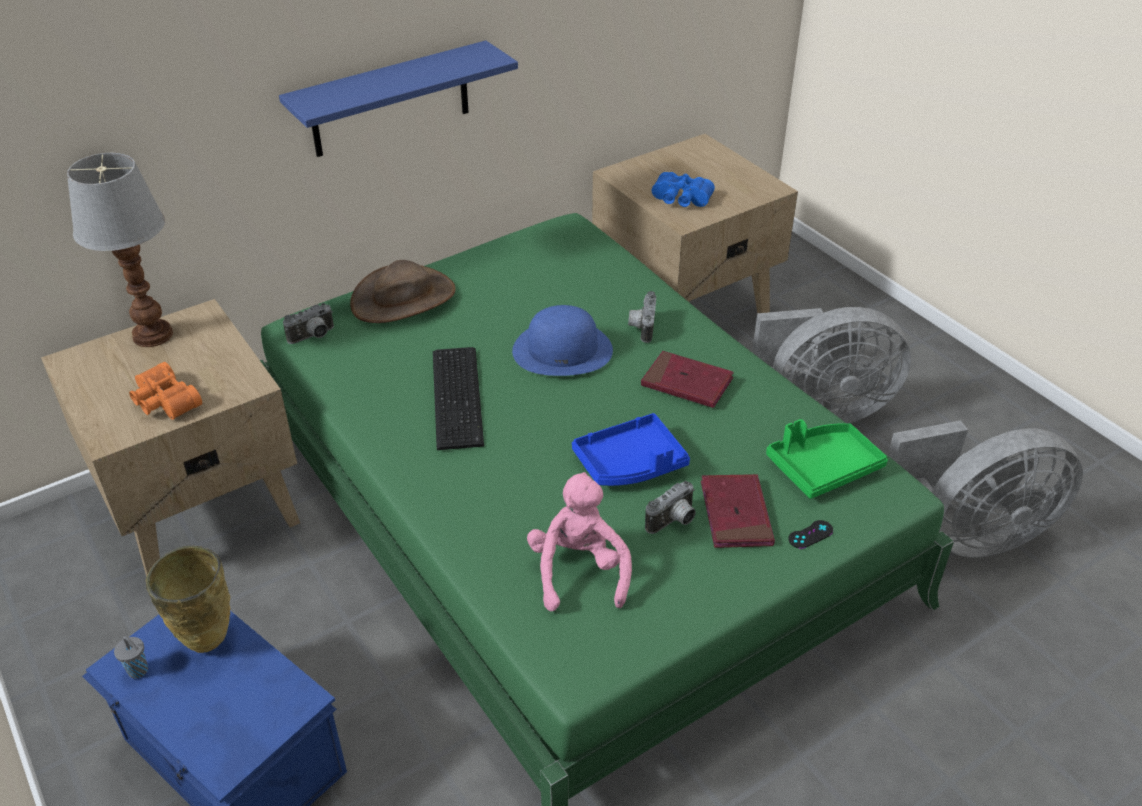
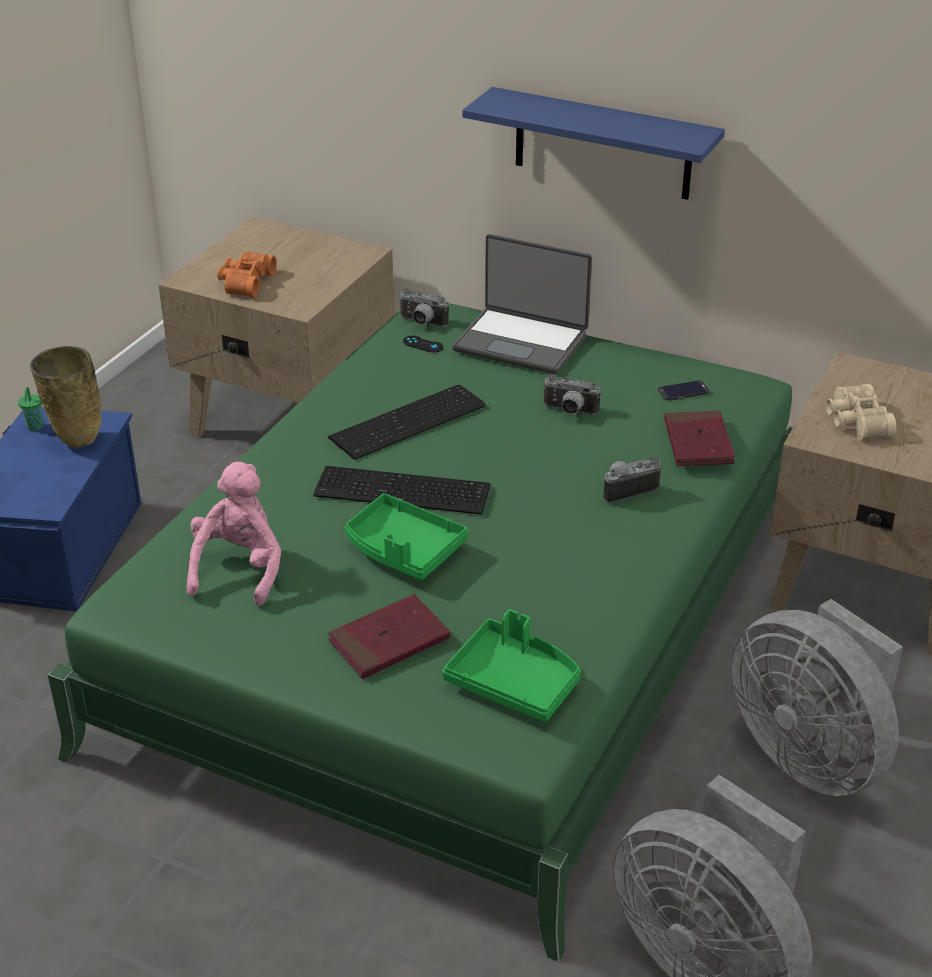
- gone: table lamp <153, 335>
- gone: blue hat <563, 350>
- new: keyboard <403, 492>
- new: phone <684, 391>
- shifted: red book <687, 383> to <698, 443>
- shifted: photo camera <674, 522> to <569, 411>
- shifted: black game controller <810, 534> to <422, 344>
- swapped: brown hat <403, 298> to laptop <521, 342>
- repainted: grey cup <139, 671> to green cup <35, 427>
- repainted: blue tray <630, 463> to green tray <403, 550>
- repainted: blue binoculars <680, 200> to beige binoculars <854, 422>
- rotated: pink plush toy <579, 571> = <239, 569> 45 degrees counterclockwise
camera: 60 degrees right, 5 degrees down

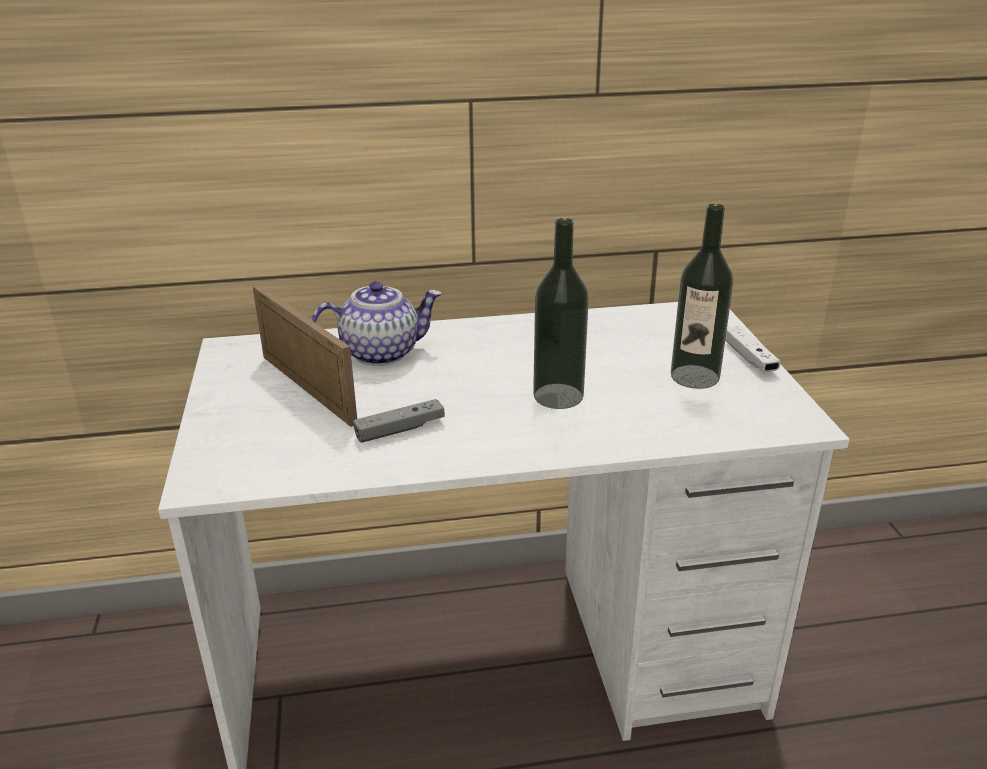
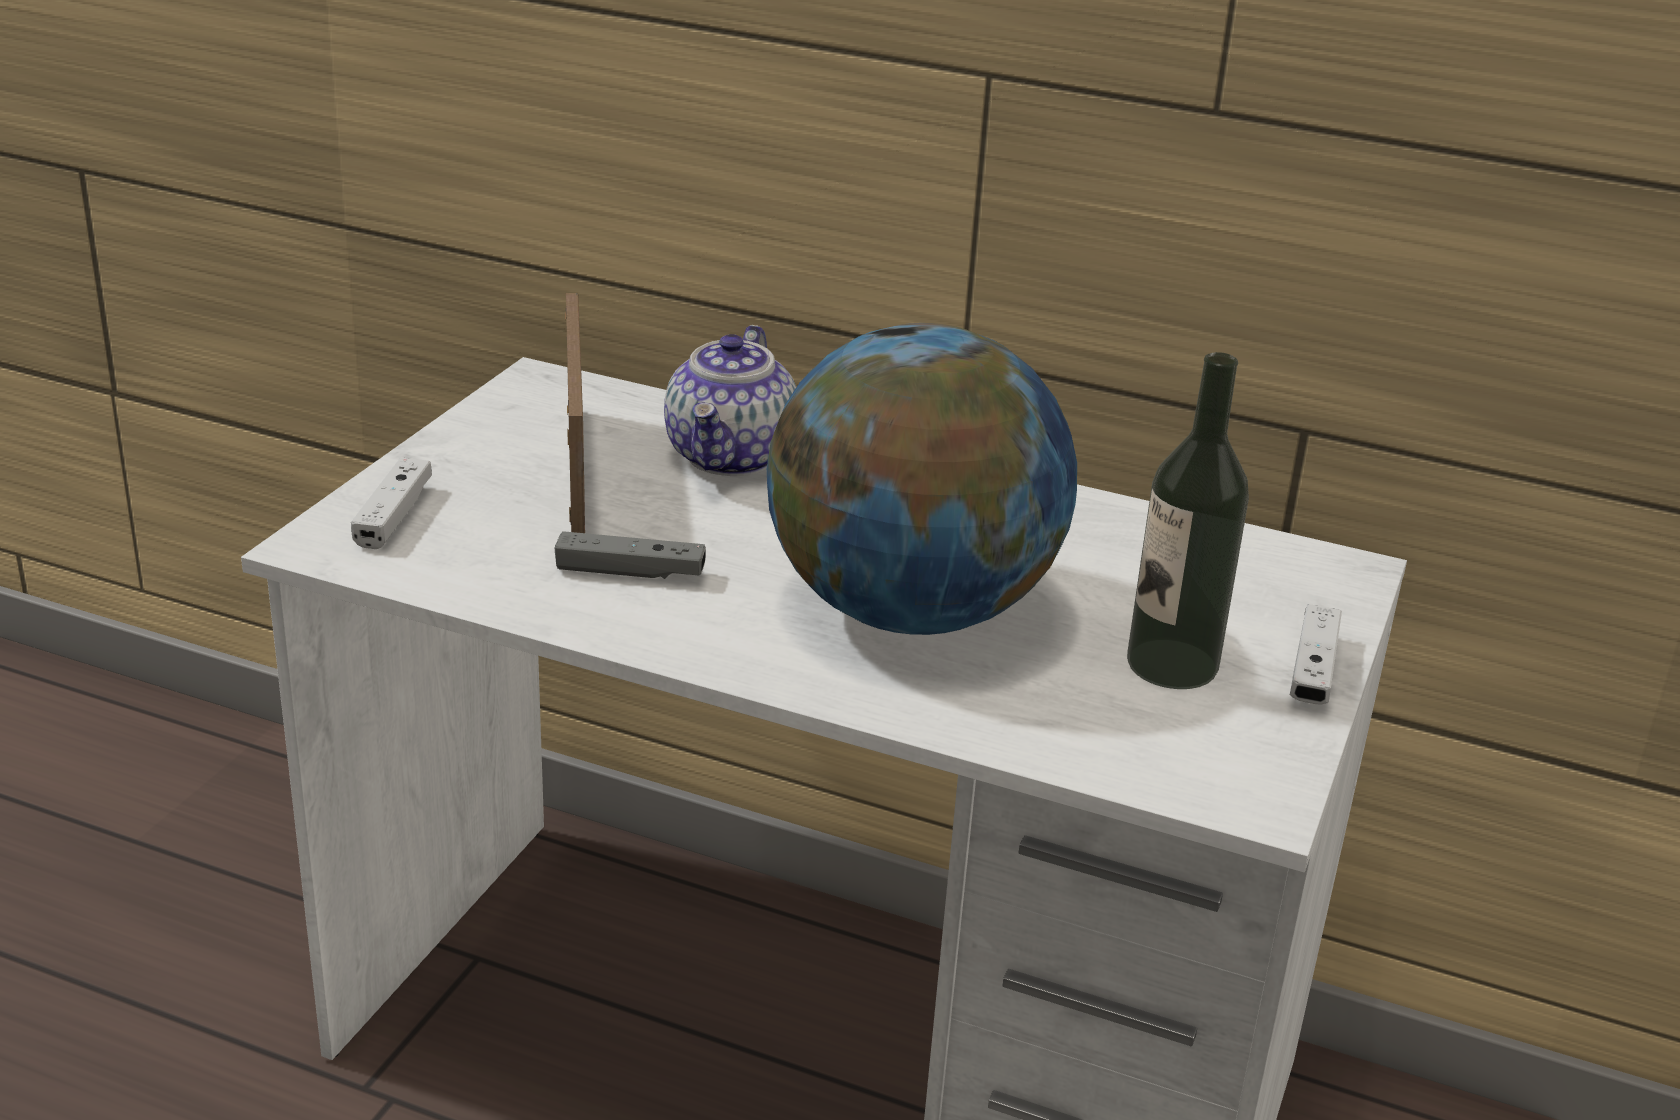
- new: white game controller <393, 516>
- swapped: bottle <558, 396> to globe <911, 611>
- rotated: teapot <381, 352> = <732, 457> 90 degrees clockwise
camera: 30 degrees right, 0 degrees up

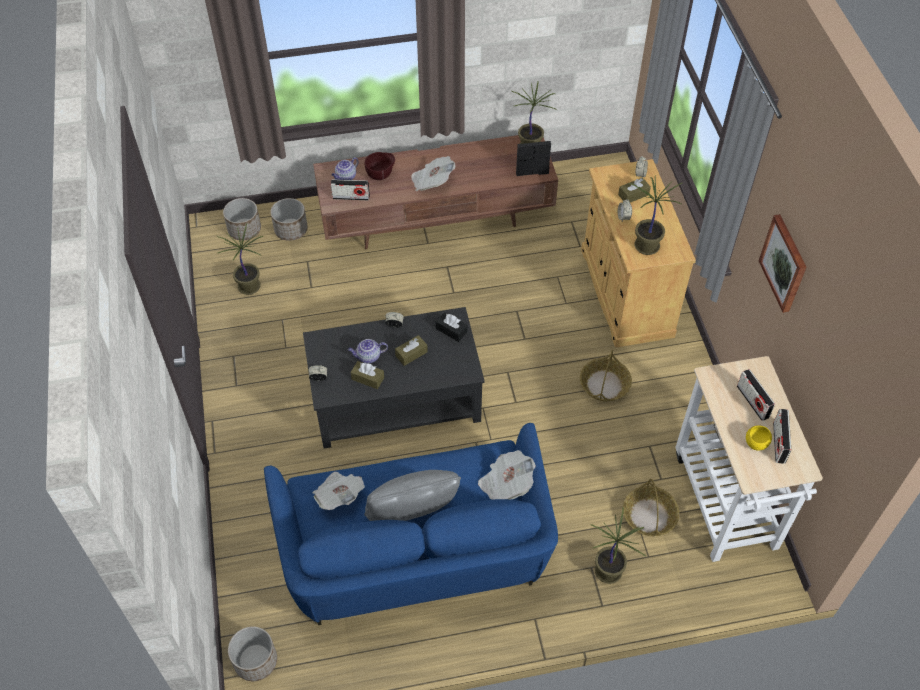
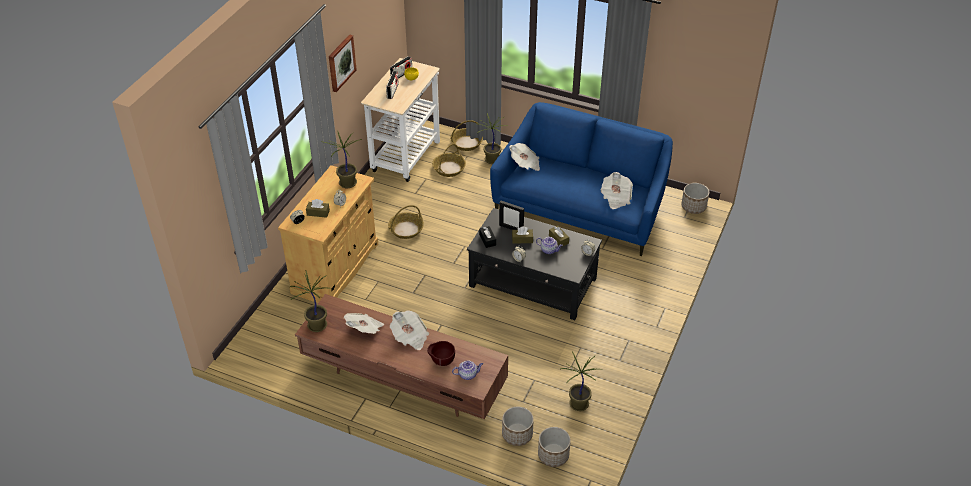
- gone: radio <351, 197>
- gone: grey pillow <412, 517>
- new: newspaper <365, 329>
- new: basket <467, 143>
- shifted: picture frame <532, 173> to <511, 228>
camera: 145 degrees left, 10 degrees down

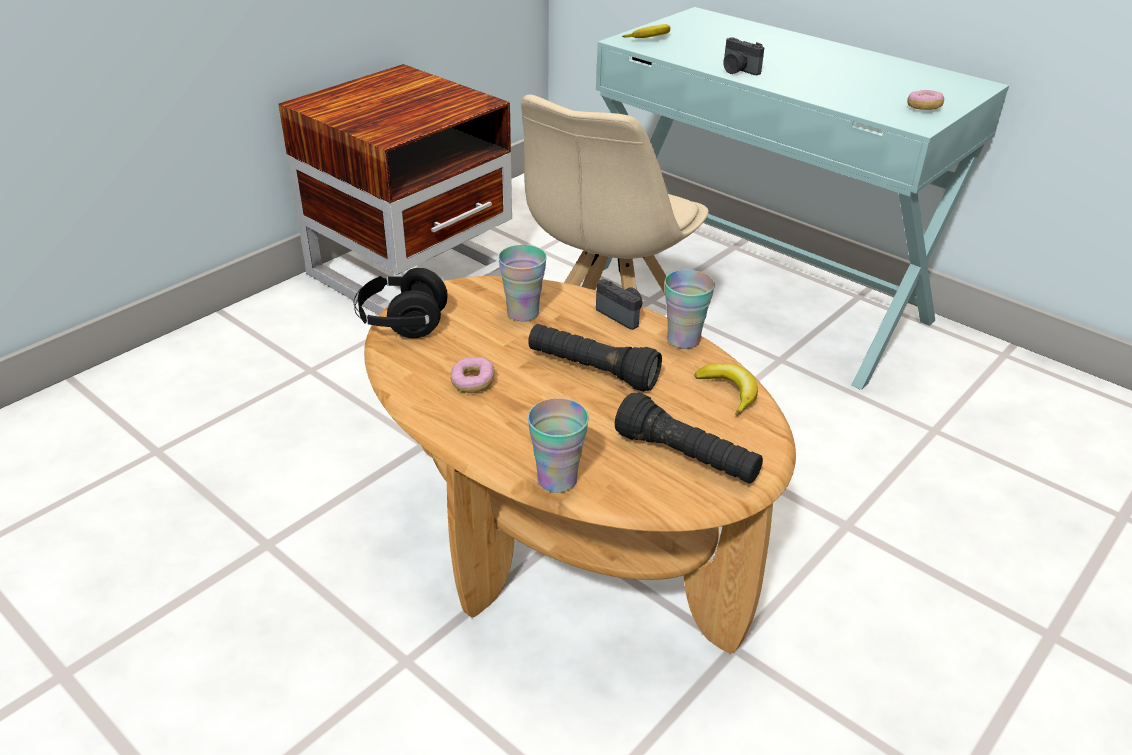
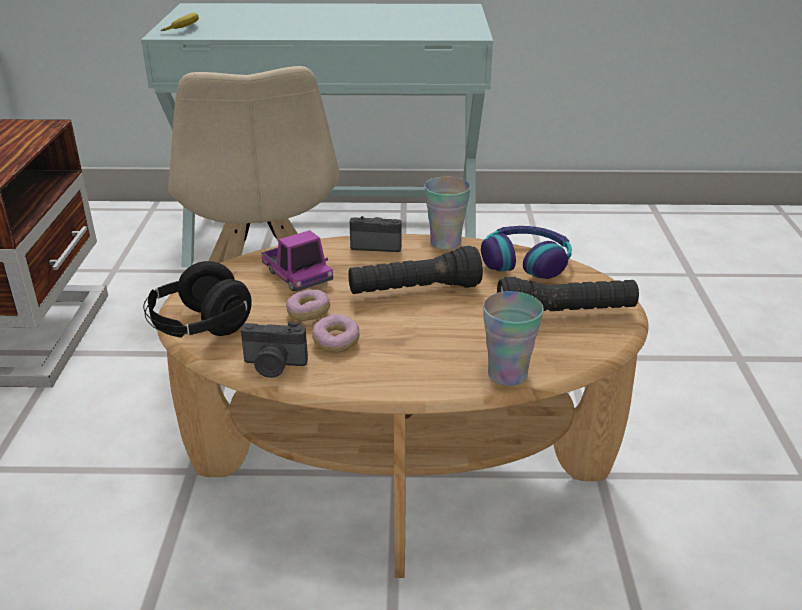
- shifted: photo camera <737, 70> to <274, 366>
- shifted: donut <923, 108> to <308, 313>
- swapped: cup <523, 313> to toy truck <297, 275>
- swapped: banana <729, 392> to headphones <526, 262>
camera: 40 degrees left, 5 degrees down

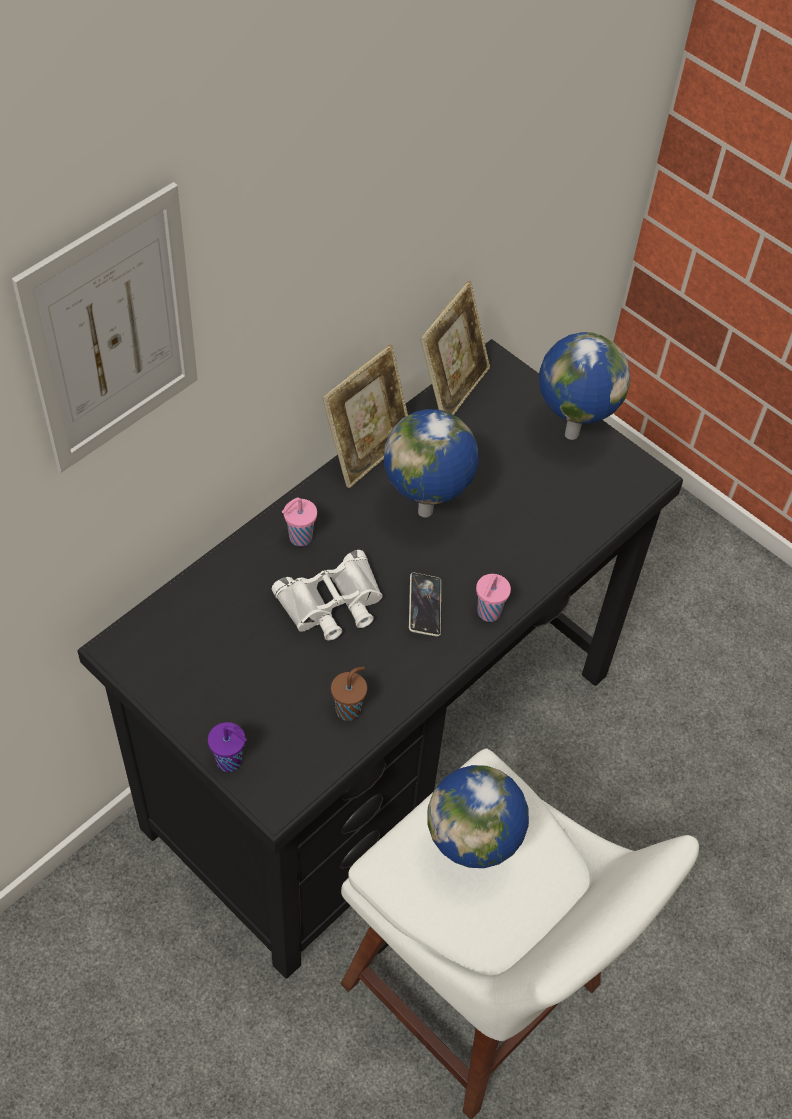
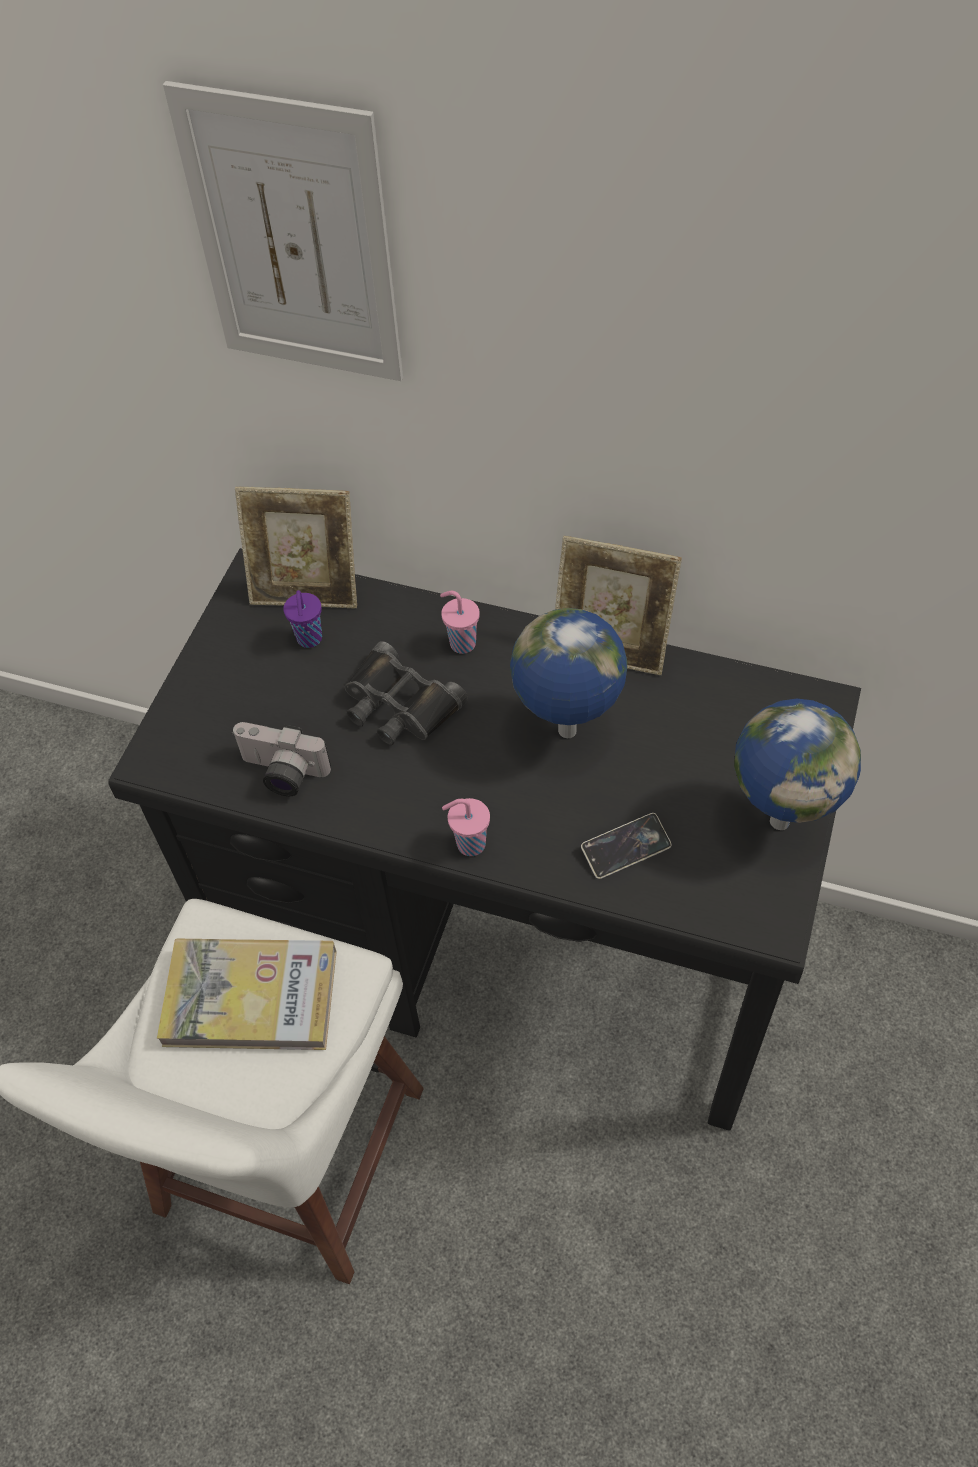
- shifted: purple cup <230, 761> to <309, 640>
- shifted: phone <425, 607> to <626, 849>
- shifted: picture frame <452, 388> to <307, 590>
- swapped: brown cup <349, 709> to photo camera <281, 774>
- swapped: globe <471, 855> to book <251, 997>
- repainted: white binoculars <332, 603> to black binoculars <399, 705>
camera: 70 degrees right, 0 degrees up

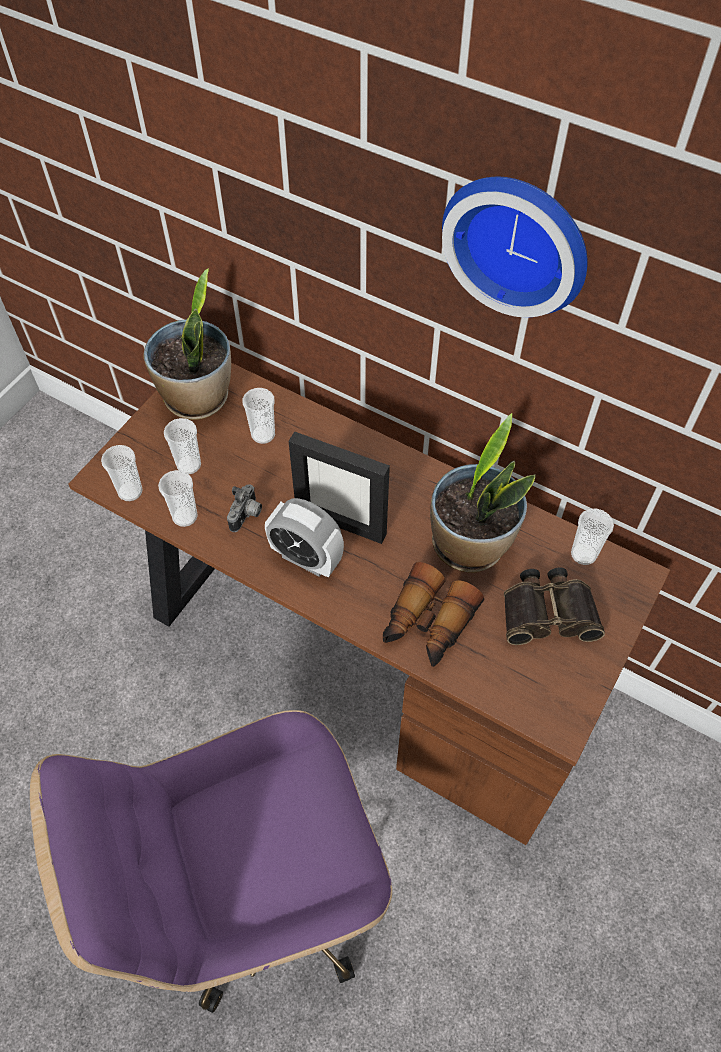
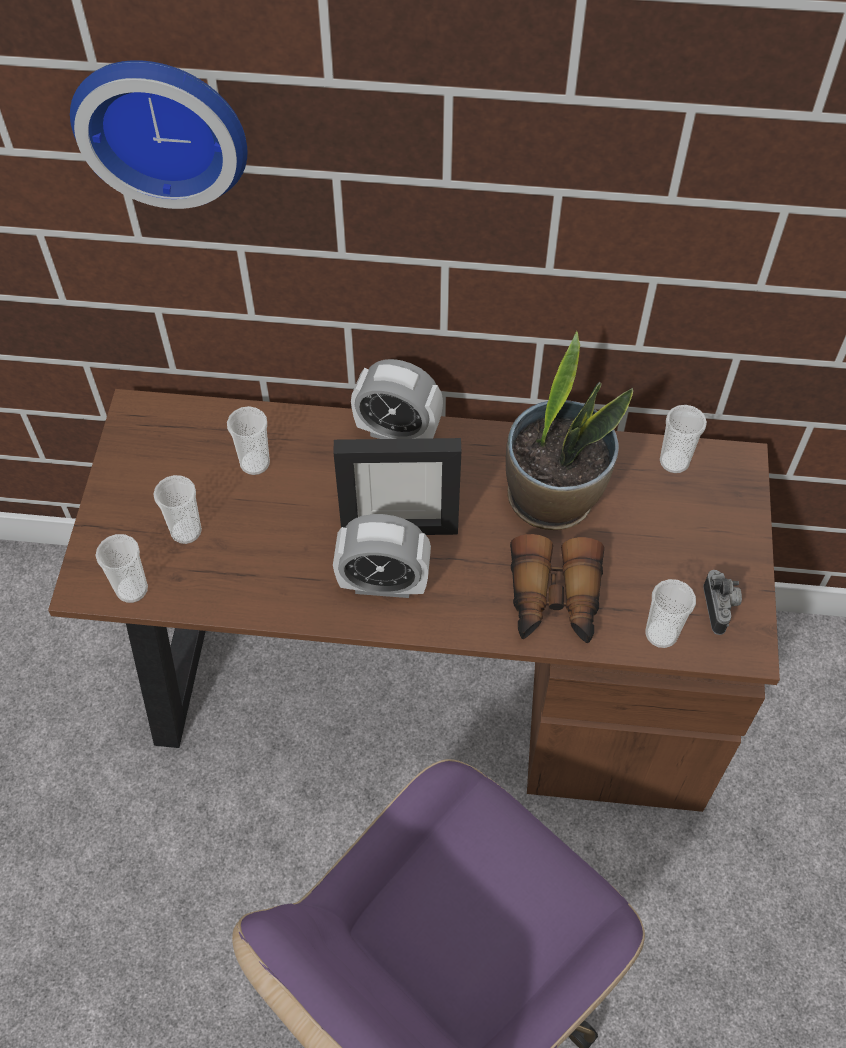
- gone: potted plant <198, 398>
- gone: binoculars <548, 611>
- new: alarm clock <397, 432>
- shifted: cup <185, 516> to <661, 634>
- shifted: photo camera <247, 516> to <720, 608>
- shifted: wall clock <519, 240> to <163, 125>
camera: 25 degrees left, 0 degrees up

